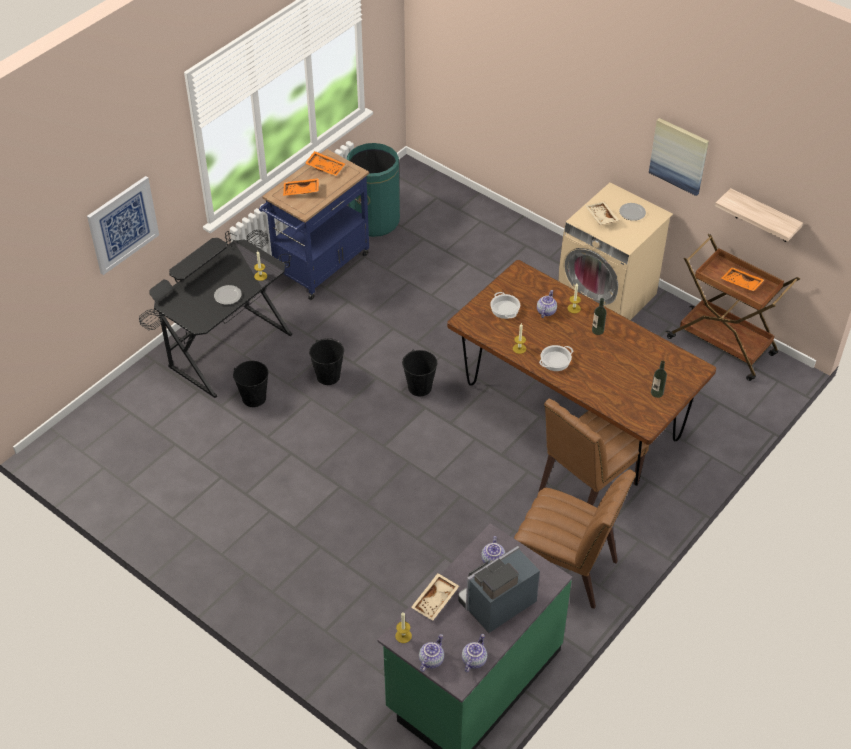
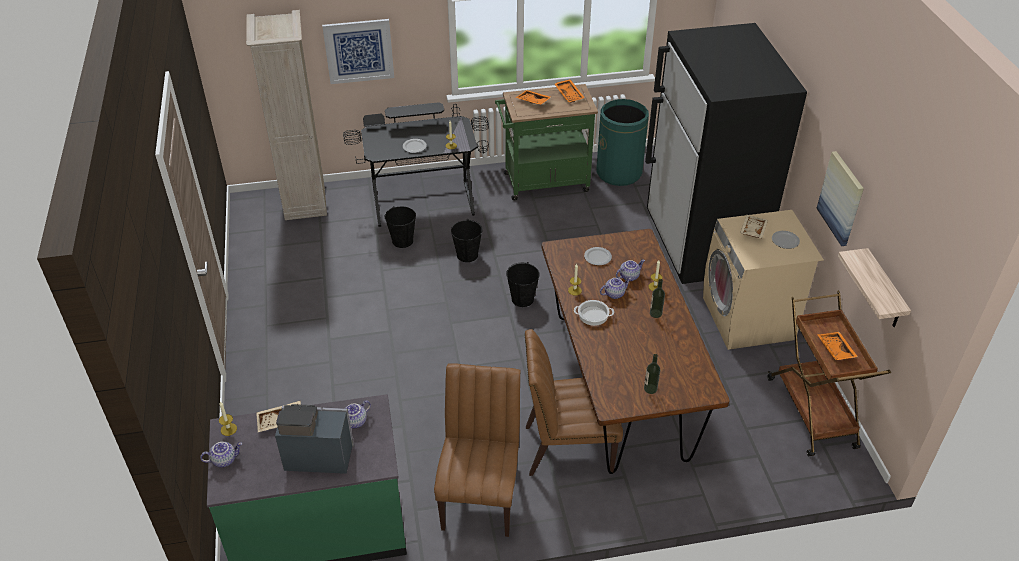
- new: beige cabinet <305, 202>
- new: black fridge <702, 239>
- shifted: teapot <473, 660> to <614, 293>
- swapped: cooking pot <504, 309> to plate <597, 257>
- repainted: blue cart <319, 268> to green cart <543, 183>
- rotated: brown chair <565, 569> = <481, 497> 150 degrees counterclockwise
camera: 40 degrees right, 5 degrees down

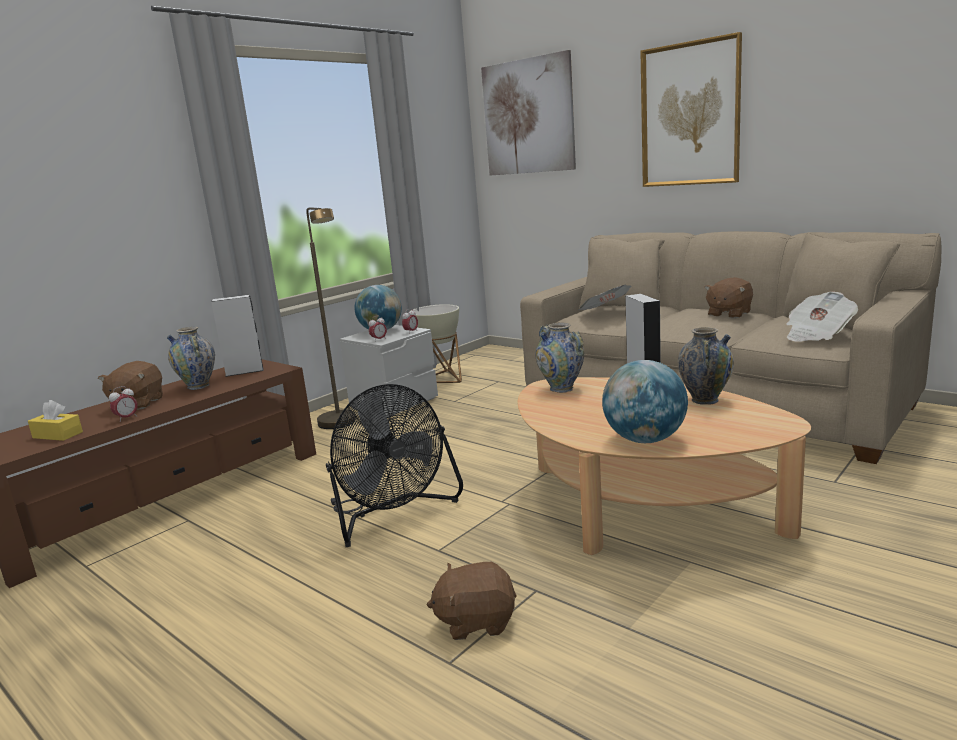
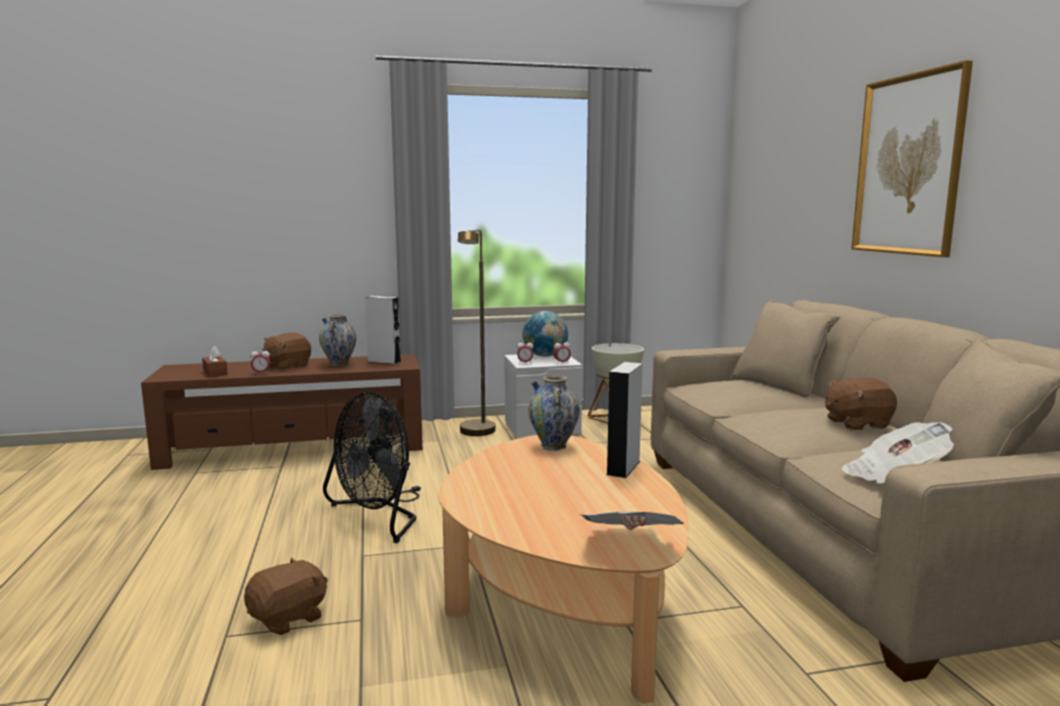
- gone: picture <528, 117>
- gone: globe <644, 440>
- gone: vase <705, 400>
- shifted: newspaper <604, 312> to <630, 546>
- repainted: yellow tissue box <57, 435> to brown tissue box <215, 373>
- rotated: black fan <387, 515> = <381, 514> 45 degrees clockwise
- rotated: brown plush toy <476, 621> = <289, 618> 105 degrees clockwise
camera: 35 degrees right, 5 degrees down

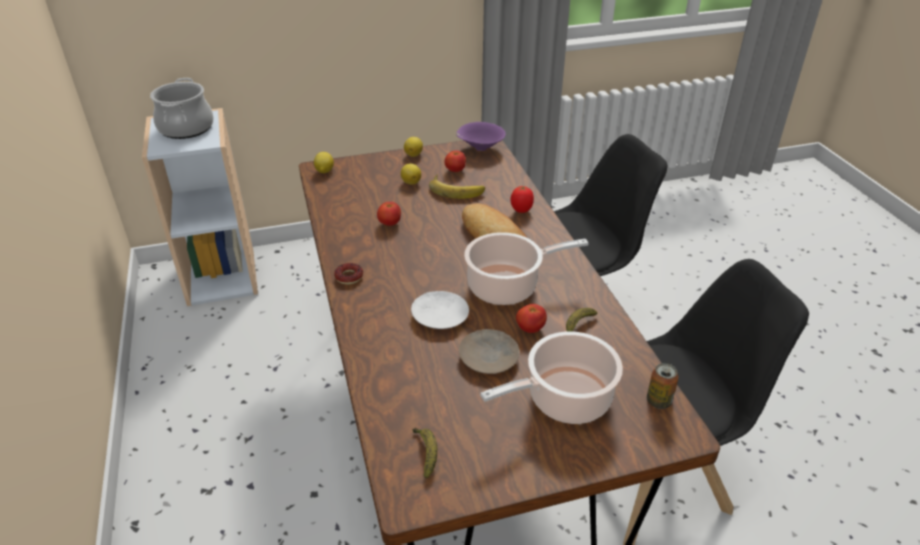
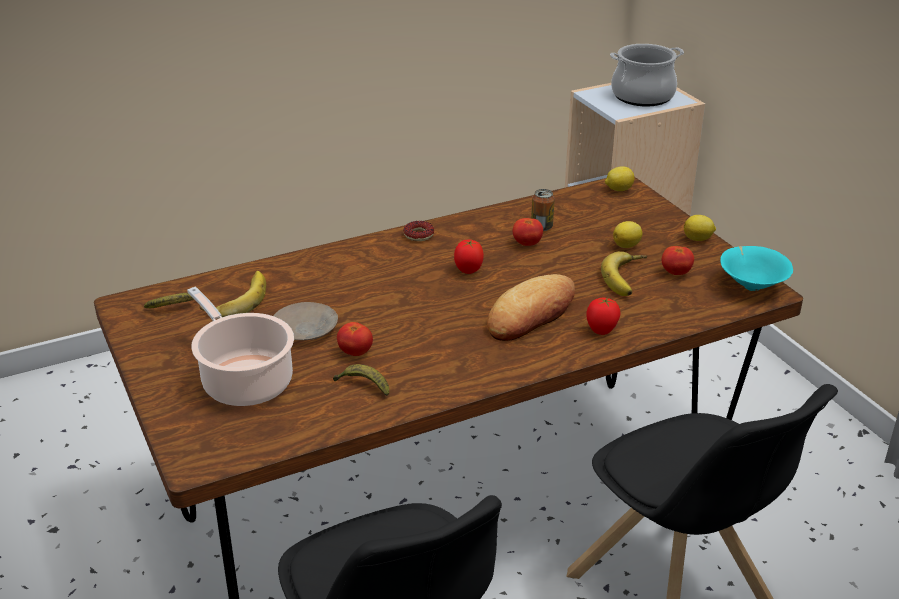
- gone: white plate <439, 315>
- gone: cooking pot <507, 286>
- new: banana <236, 299>
- new: tomato <468, 271>
- shifted: can <658, 401> to <541, 227>
- repainted: purple bowl <479, 148> to turquoise bowl <751, 285>
camera: 80 degrees right, 5 degrees down

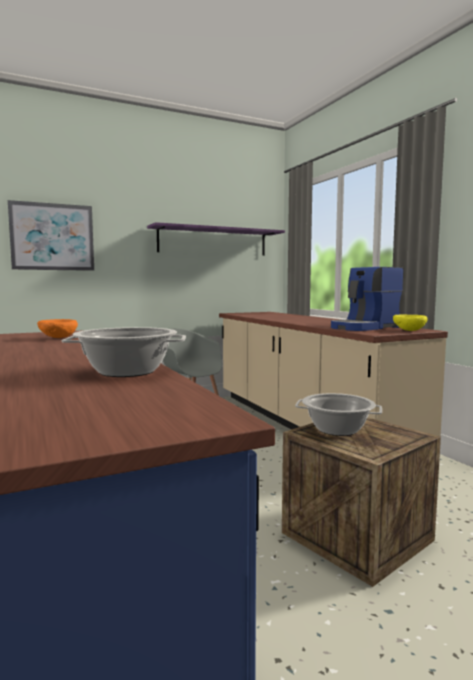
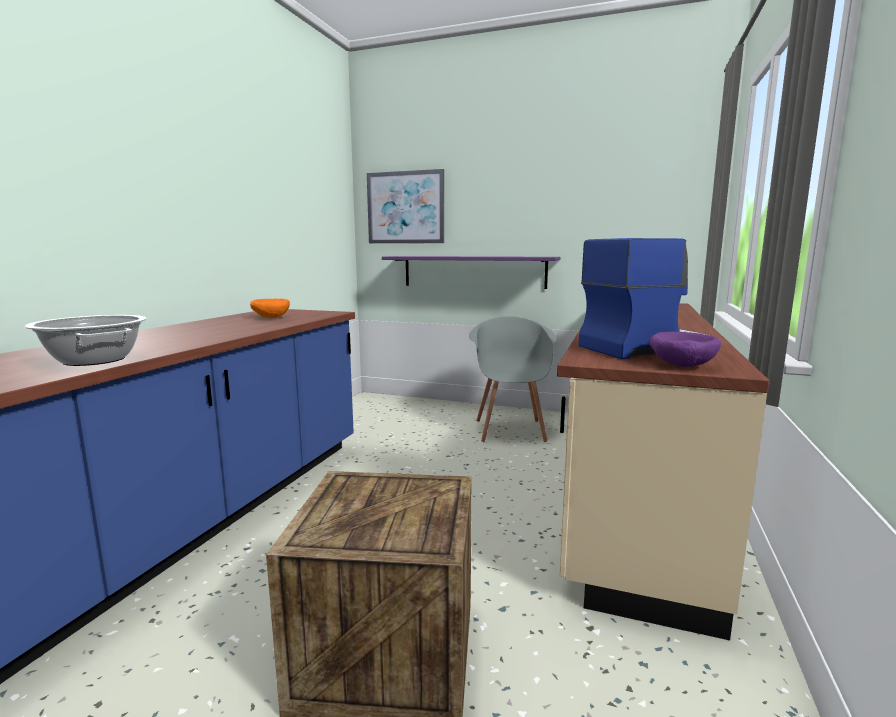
- gone: cooking pot <337, 429>
- shifted: purple shelf <213, 241> to <473, 271>
- repainted: yellow bowl <408, 331> to purple bowl <680, 366>
- rotated: coffee machine <365, 327> = <644, 348> 150 degrees clockwise
camera: 45 degrees right, 5 degrees up

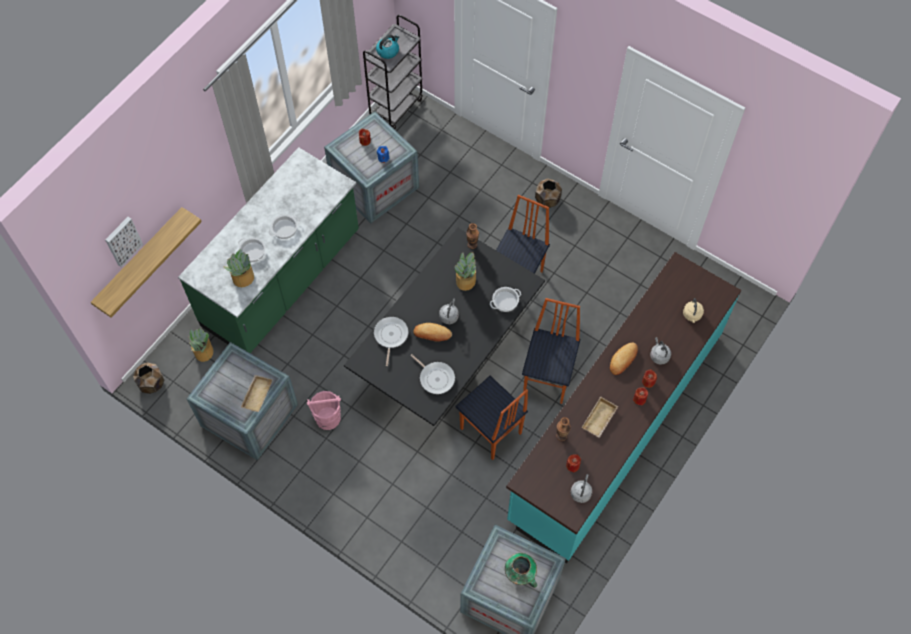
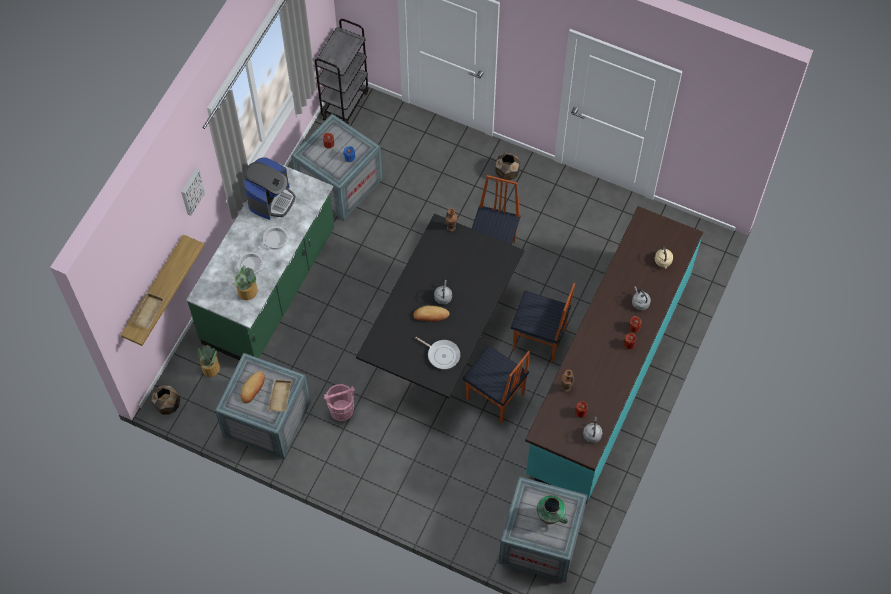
- gone: frying pan <390, 336>
- gone: kettle <388, 51>
- gone: potted plant <466, 280>
- gone: cooking pot <505, 301>
- new: coffee machine <271, 199>
- shifted: picture <122, 240> to <191, 191>
- shifted: beige tray <600, 420> to <149, 313>
- shifted: bread <623, 360> to <253, 388>
- rotated: chair <548, 378> = <539, 340> 105 degrees clockwise
camera: 10 degrees left, 0 degrees up

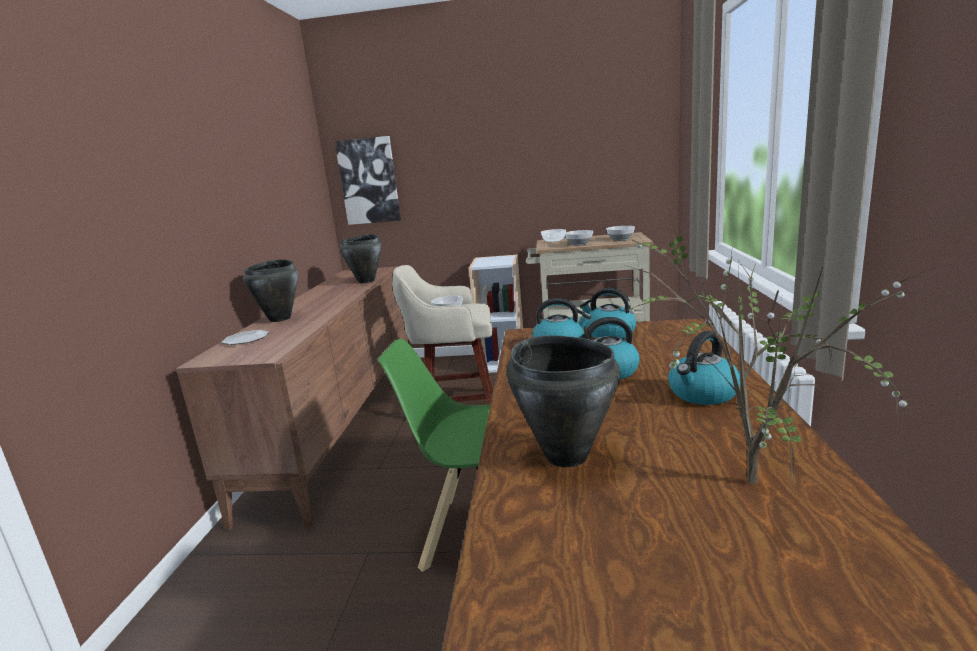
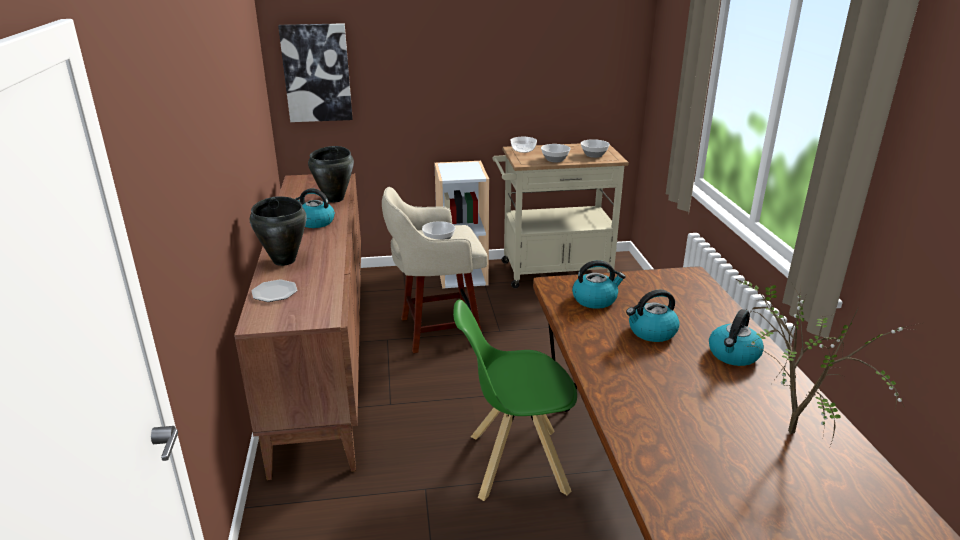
- gone: black cooking pot <566, 455>
- shifted: kettle <609, 333> to <315, 222>
camera: 15 degrees left, 10 degrees up

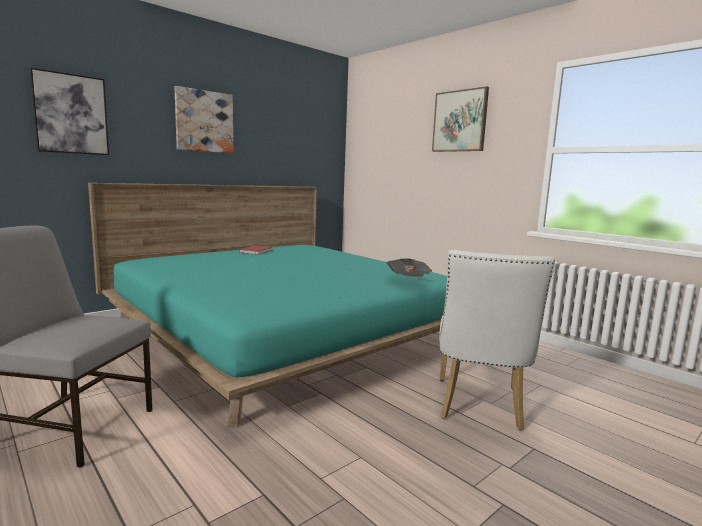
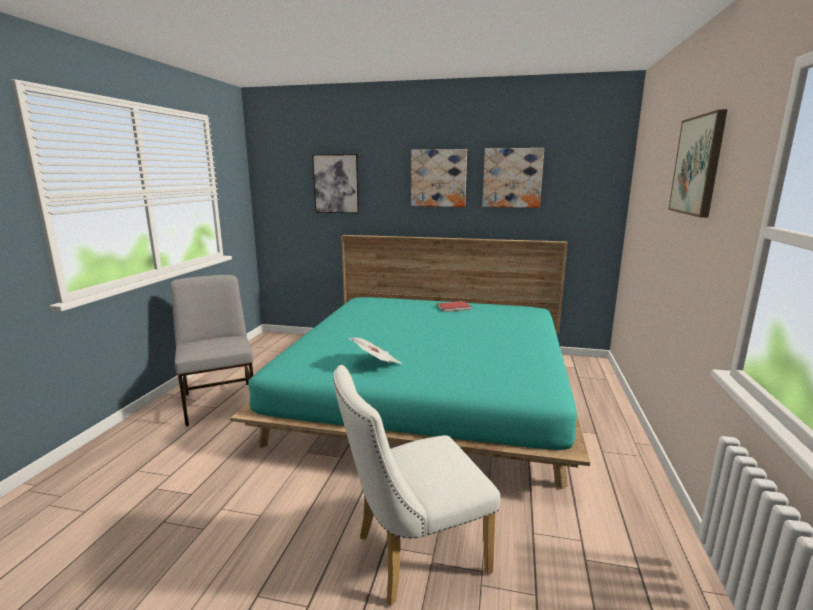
- new: picture <512, 178>
- shifted: newspaper <408, 280> to <376, 363>
camera: 55 degrees right, 5 degrees up

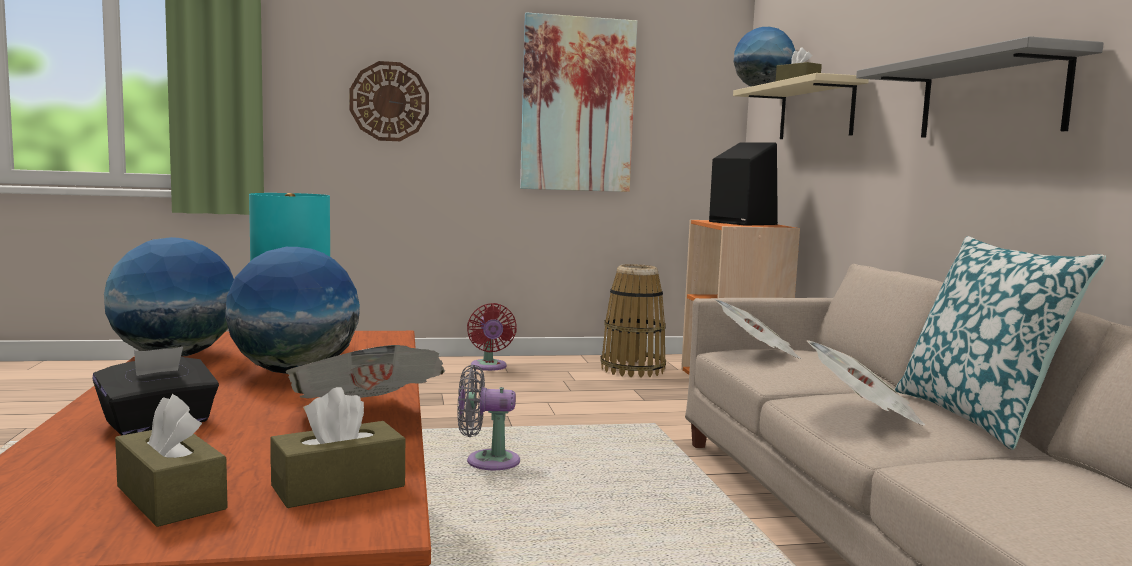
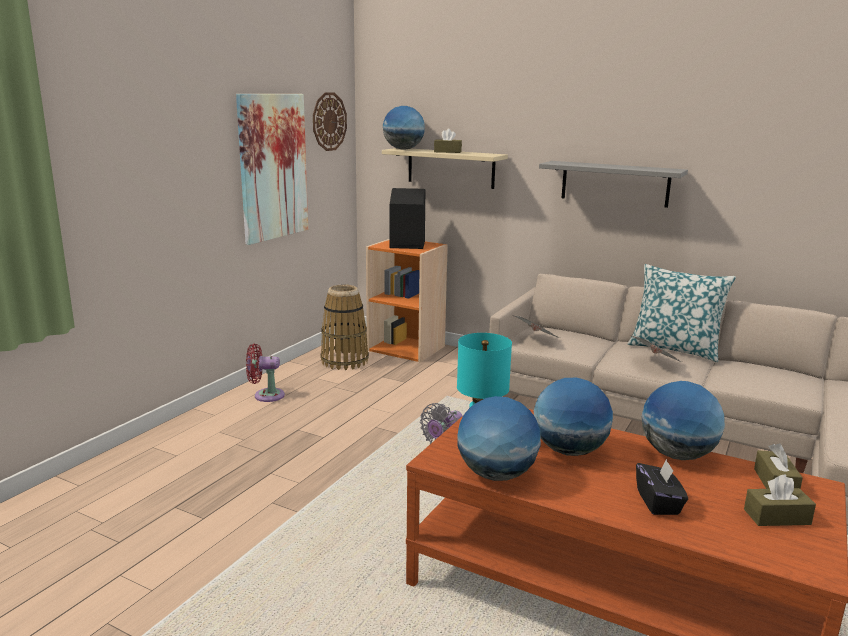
- shifted: wall clock <389, 101> to <329, 121>
- swapped: newspaper <367, 418> to globe <677, 455>
- rotated: red fan <489, 367> = <265, 395> 150 degrees clockwise
camera: 50 degrees left, 10 degrees up

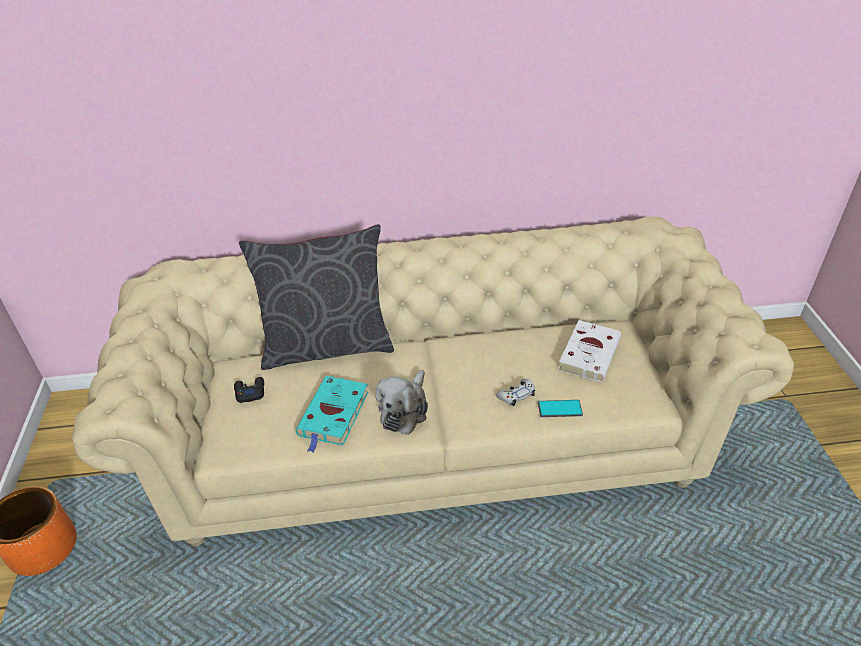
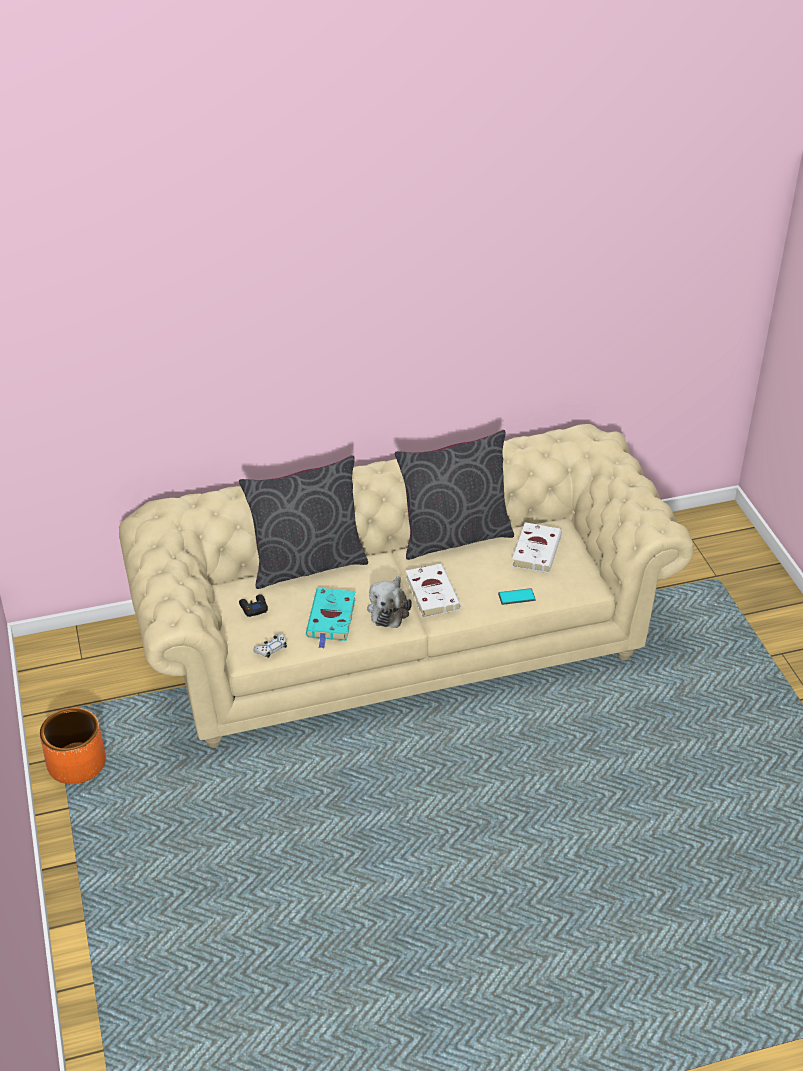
- new: grey pillow <454, 536>
- new: white book <431, 592>
- shifted: white game controller <516, 395> to <271, 648>
camera: 10 degrees left, 0 degrees up

